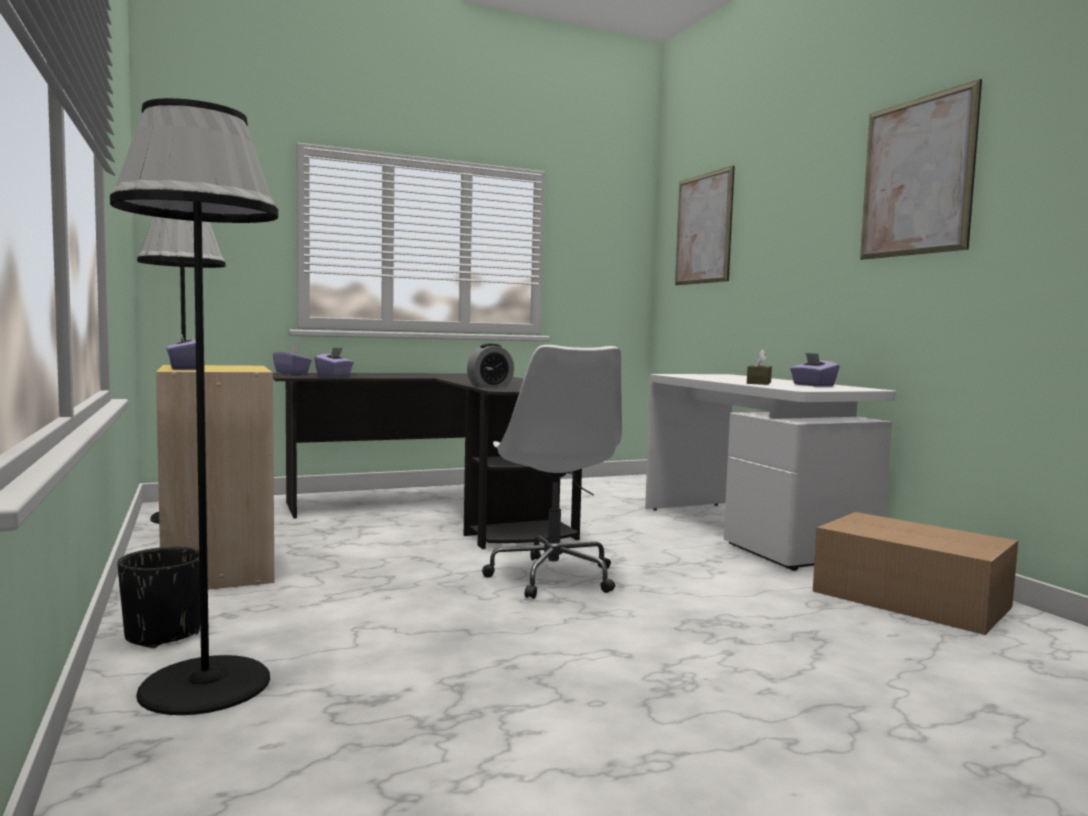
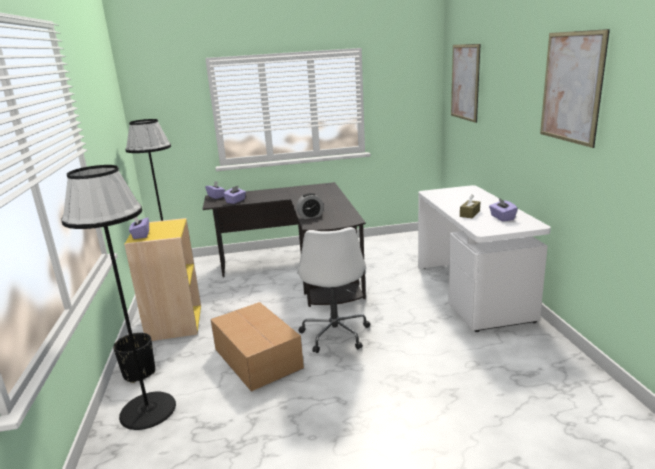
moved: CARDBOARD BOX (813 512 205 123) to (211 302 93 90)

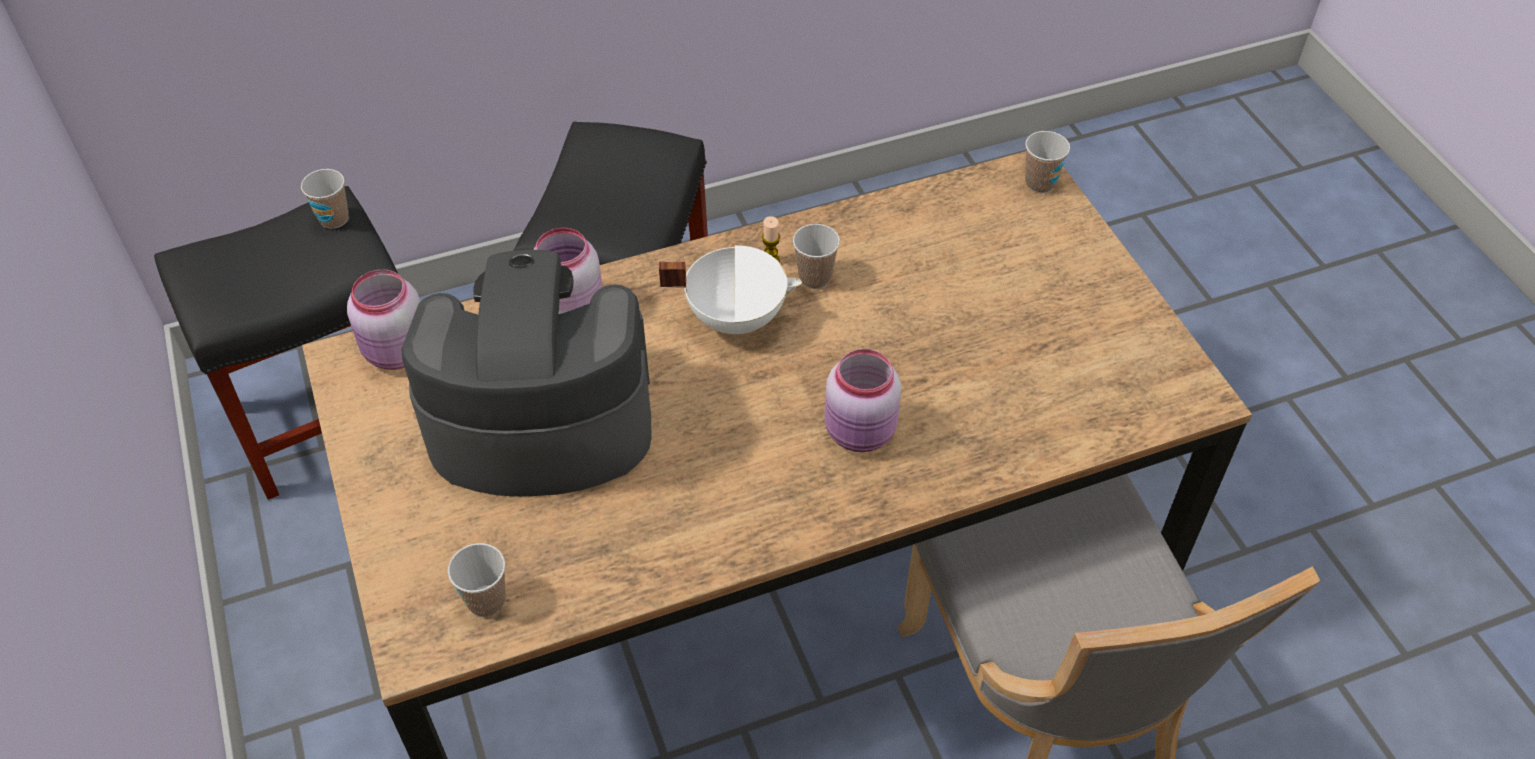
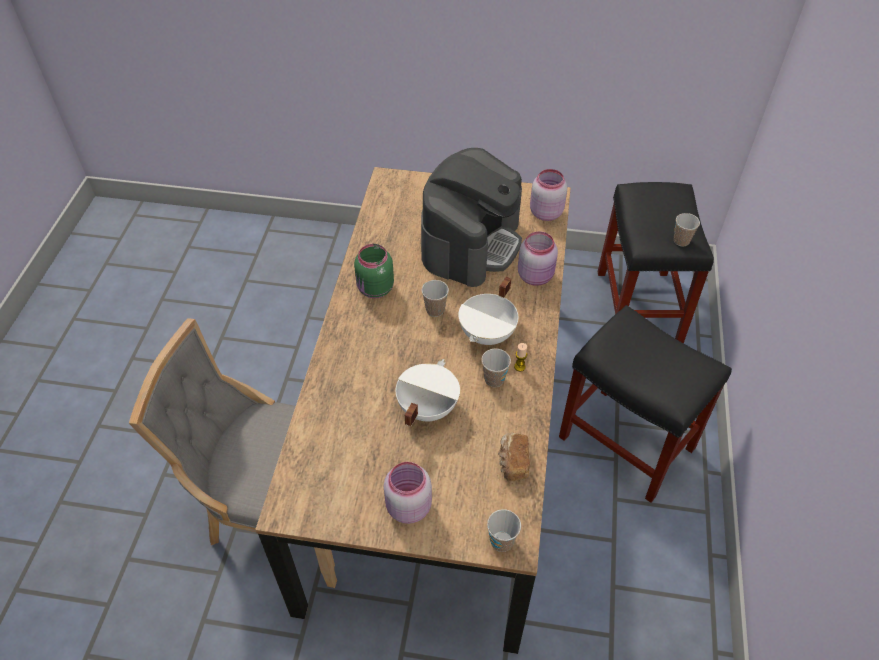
added: GREEN JAR (354 244 40 54); WHITE COOKING POT (396 359 64 68); BREAD (498 432 32 49)
moved: CUP (448 543 58 74) to (422 280 27 37); PINK JAR (824 349 77 103) to (384 462 48 62)

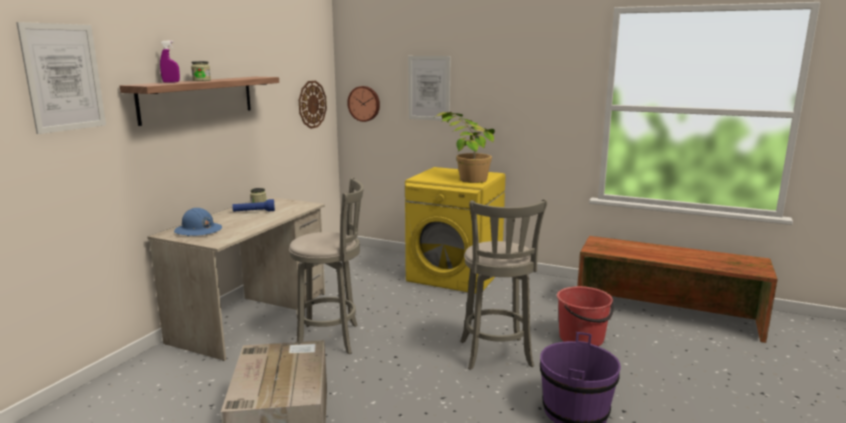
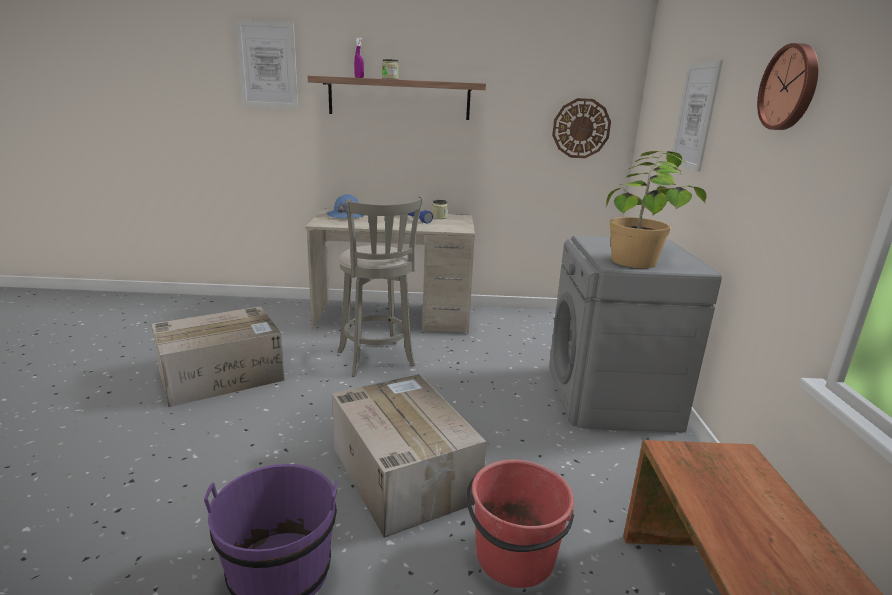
moved: WALL CLOCK (347 86 33 36) to (757 43 62 87)
replaced: GREY STOOL (460 199 87 171) to CARDBOARD BOX (332 374 154 164)
recoloured: YELLOW WASHING MACHINE (405 167 101 127) to GREY WASHING MACHINE (549 236 173 196)

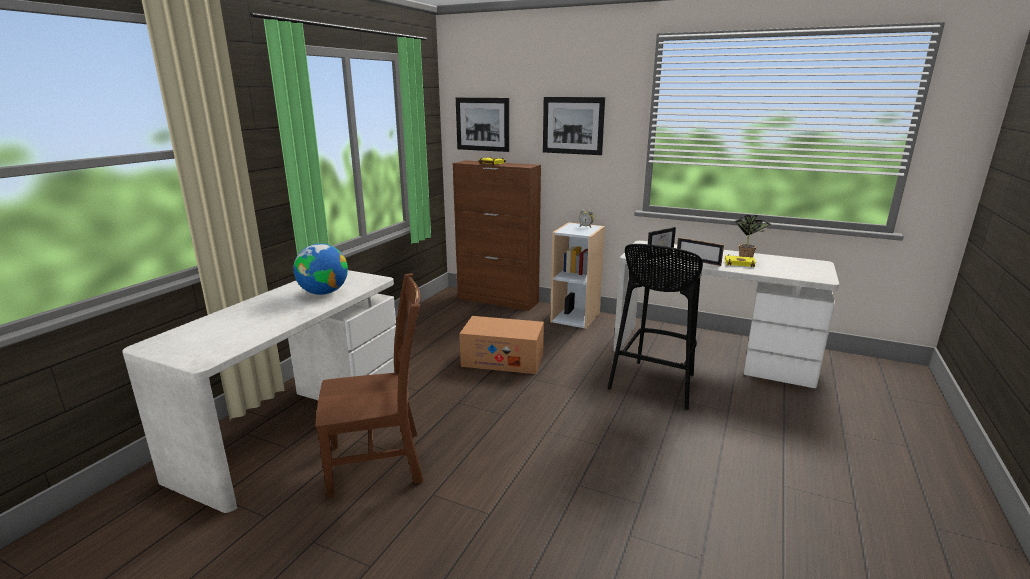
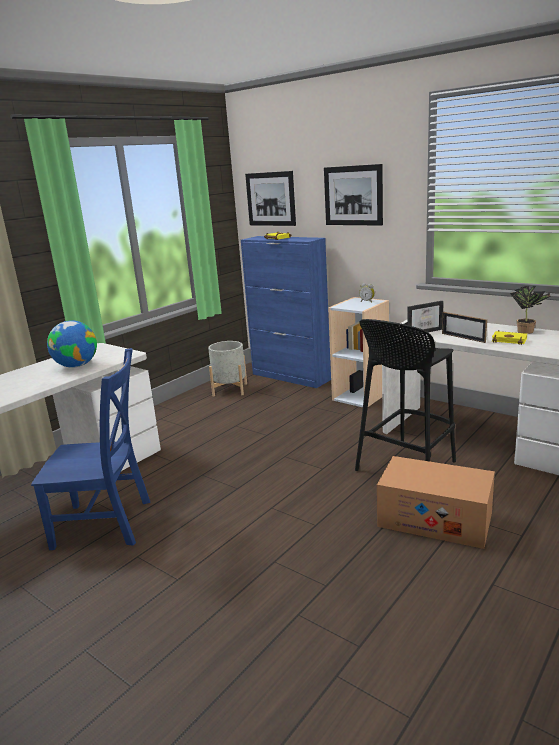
added: GREY PLANTER (208 341 39 56)
moved: CARDBOARD BOX (459 316 85 58) to (377 456 118 93)
recoloured: BROWN CHAIR (315 273 109 225) to BLUE CHAIR (31 348 119 202); BROWN CABINET (453 160 88 151) to BLUE CABINET (241 236 90 152)

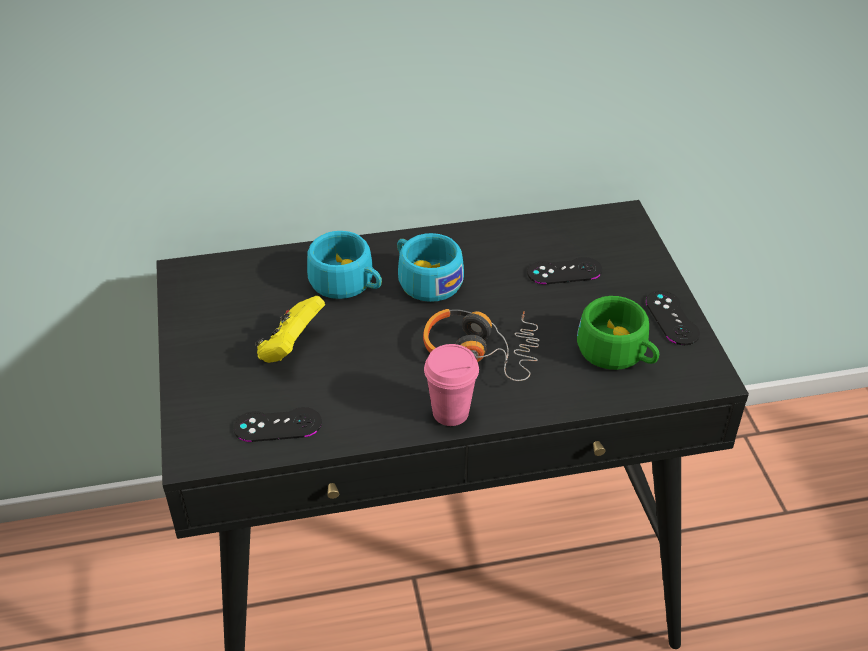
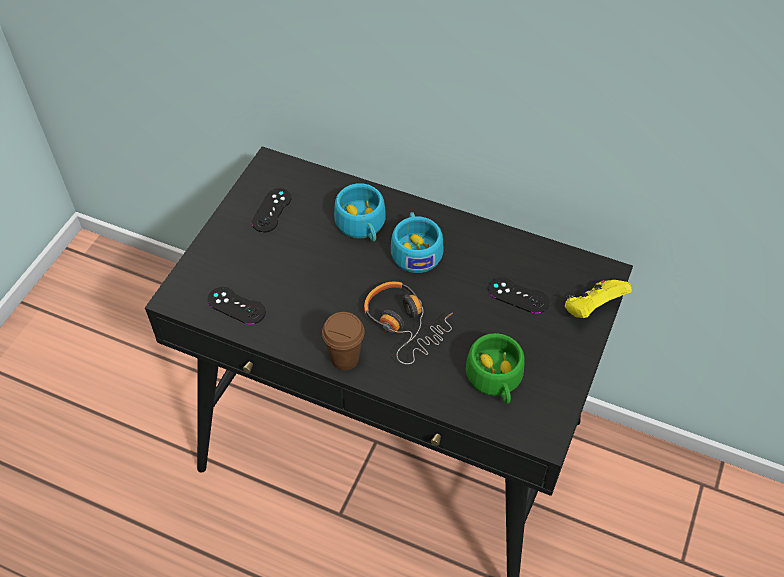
moved: YELLOW GAME CONTROLLER (255 296 70 67) to (565 280 67 38); BLACK GAME CONTROLLER (646 291 54 54) to (252 188 39 44)
recoloured: PINK CUP (424 344 55 82) to BROWN CUP (322 312 43 58)

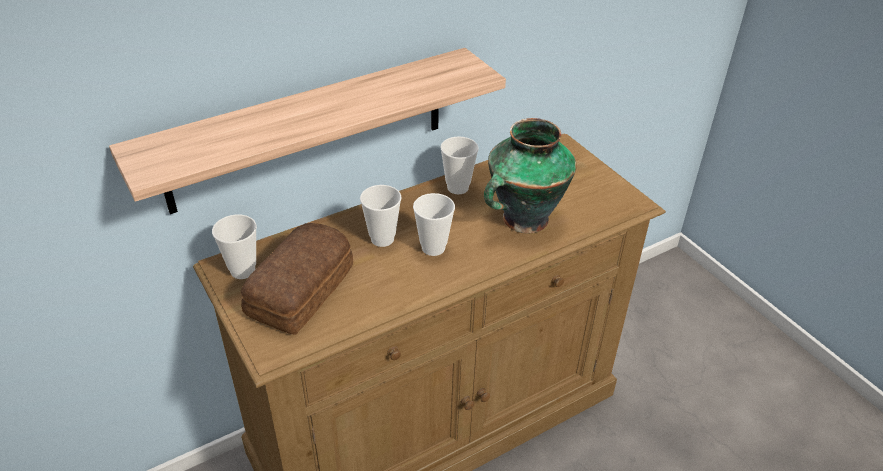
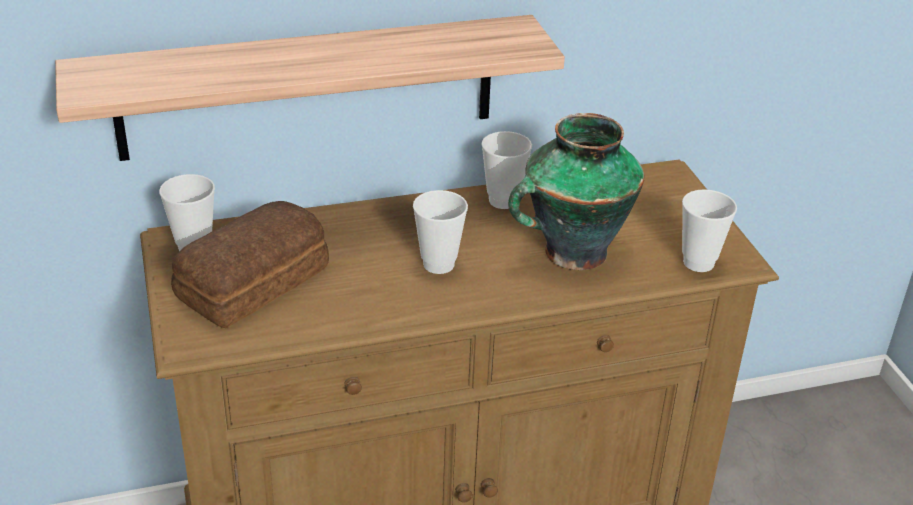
moved: CUP (360 185 42 62) to (682 189 55 83)

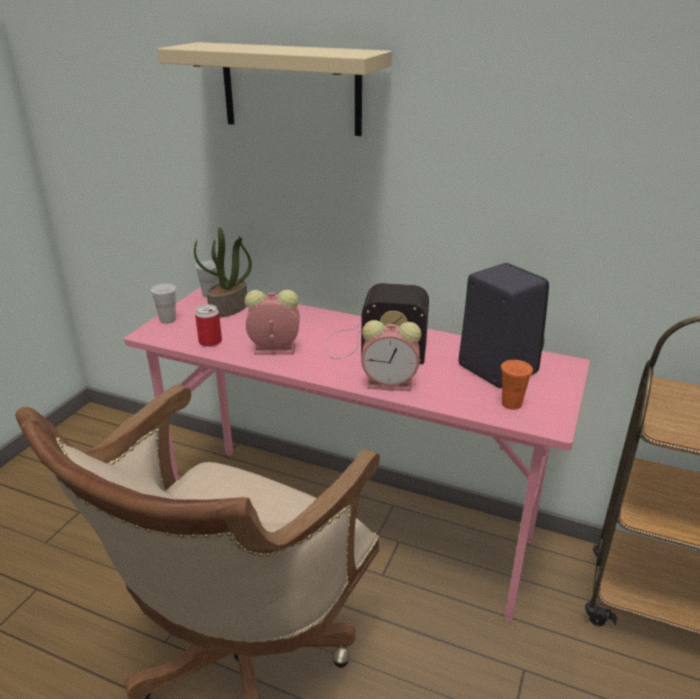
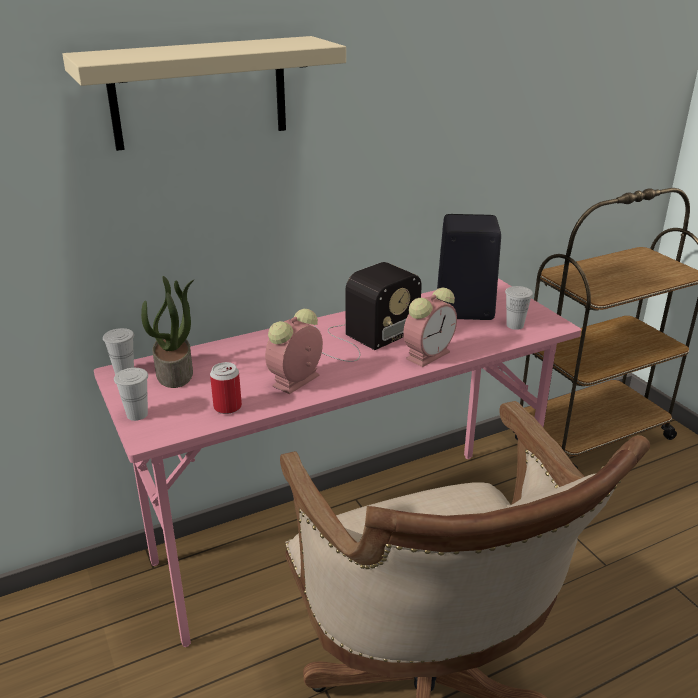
recoloured: ORANGE CUP (501 360 32 50) to WHITE CUP (505 286 28 44)

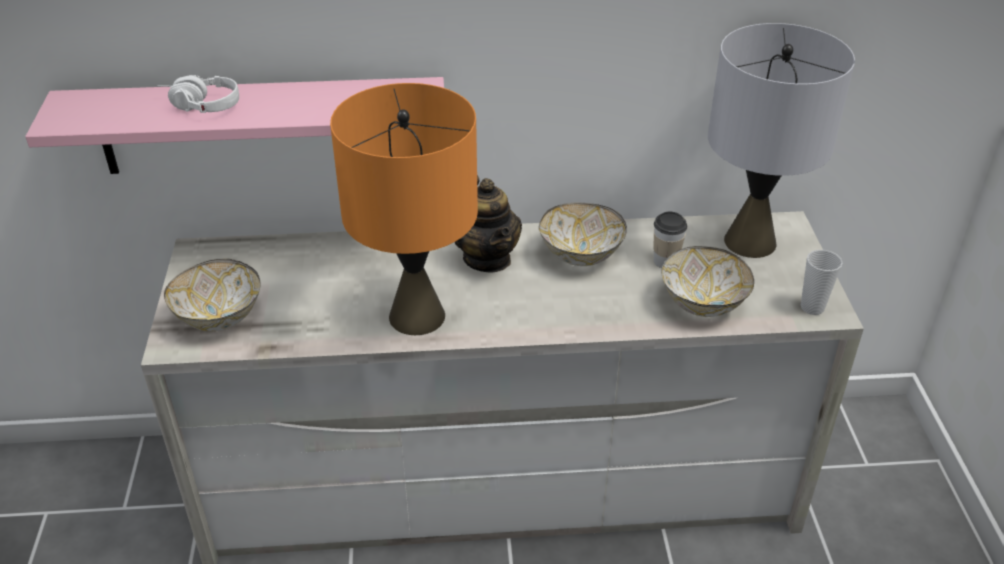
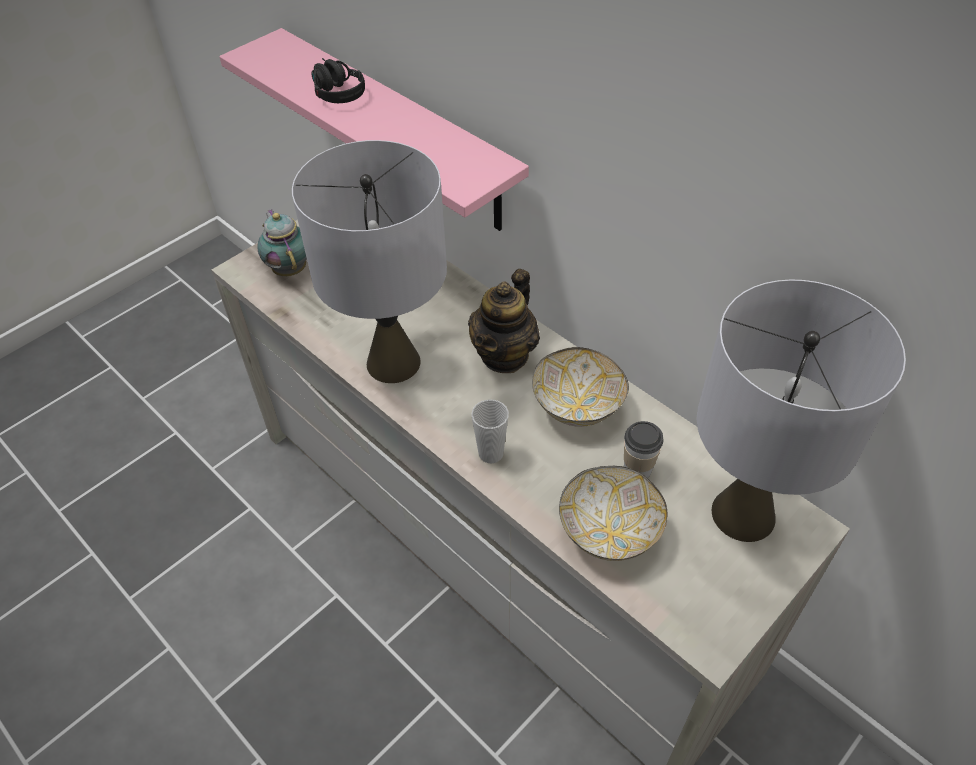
moved: CUP (801 250 42 65) to (471 399 38 64)
replaced: BOWL (164 258 96 73) to TEAPOT (257 209 50 67)
recoloured: WHITE HEADPHONES (158 75 81 38) to BLACK HEADPHONES (312 58 53 45); ORANGE TABLE LAMP (330 83 148 252) to GREY TABLE LAMP (292 140 155 243)

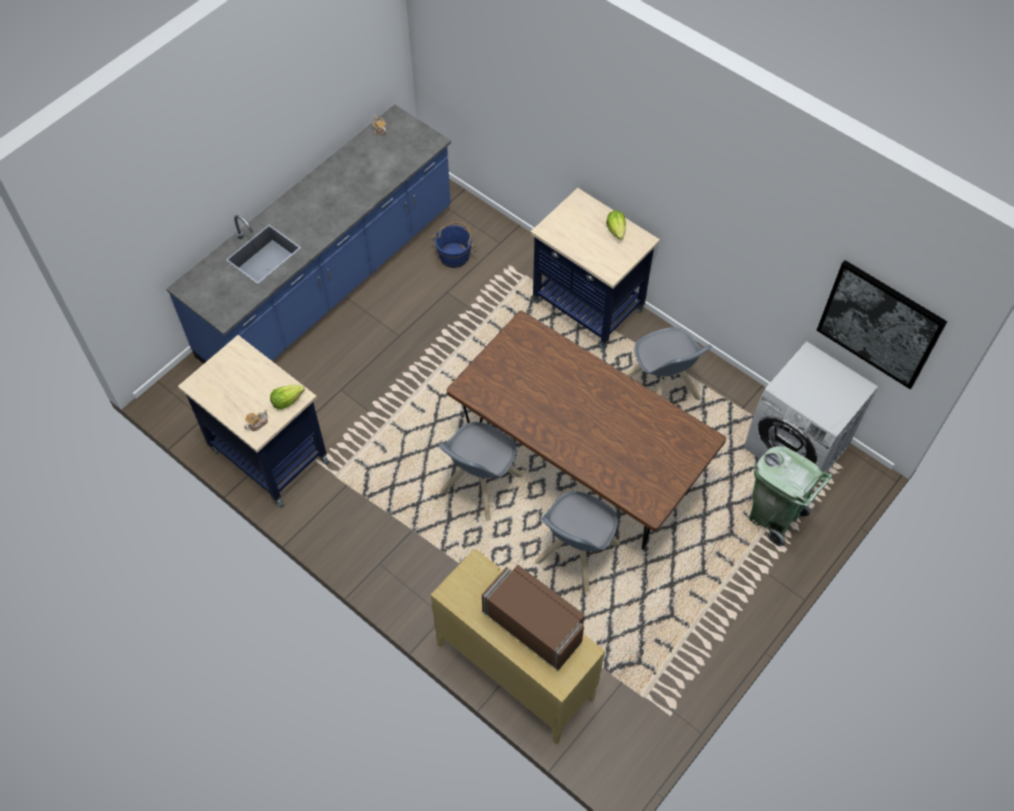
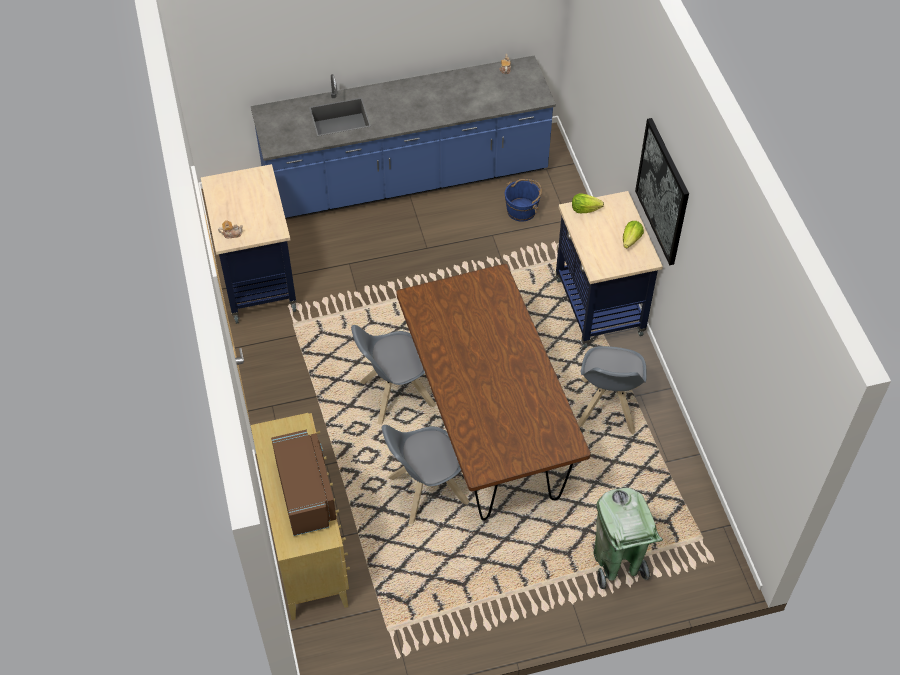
removed: WHITE WASHING MACHINE (744 341 134 146)
moved: LETTUCE (270 385 35 25) to (572 193 32 20); PICTURE (817 260 130 129) to (635 118 54 147)

